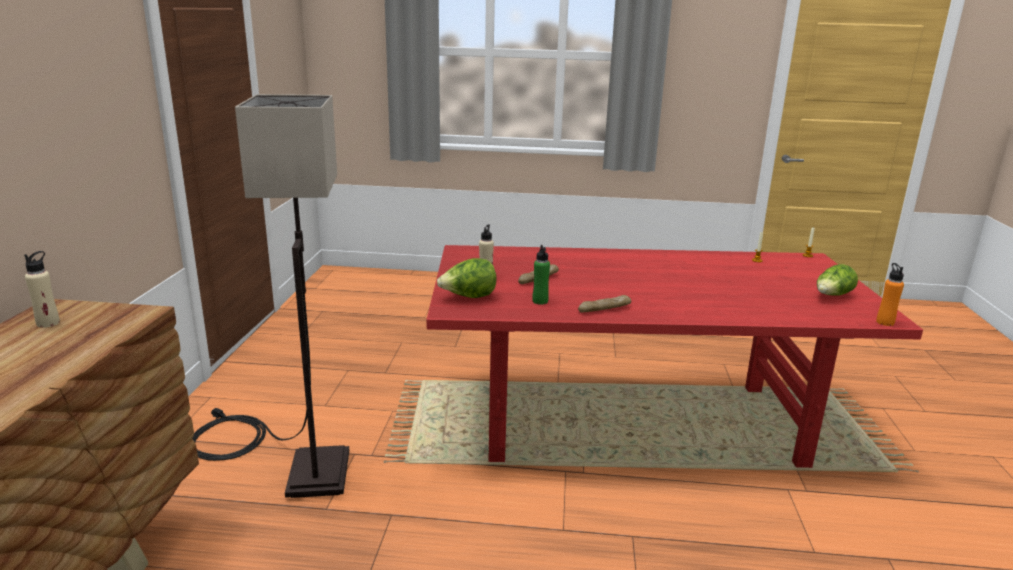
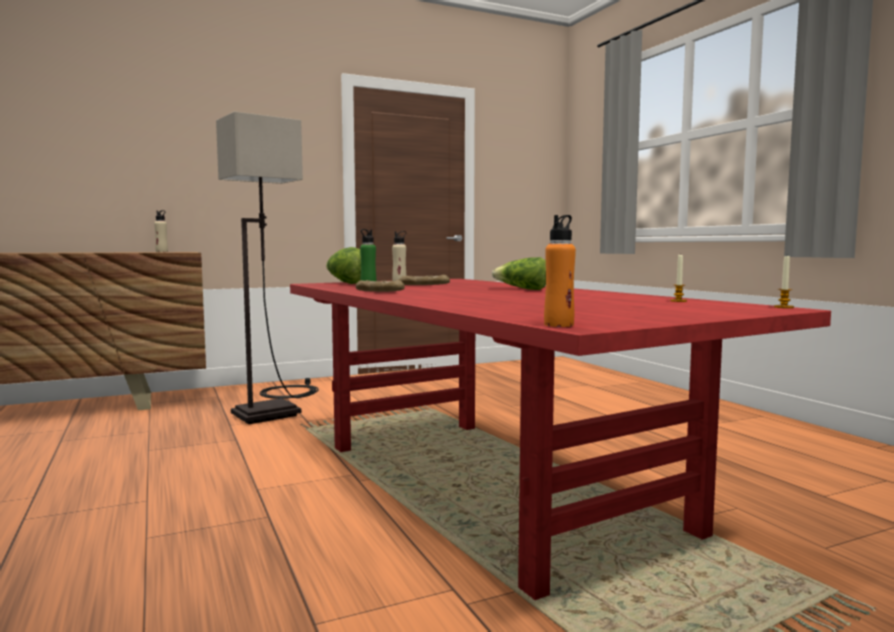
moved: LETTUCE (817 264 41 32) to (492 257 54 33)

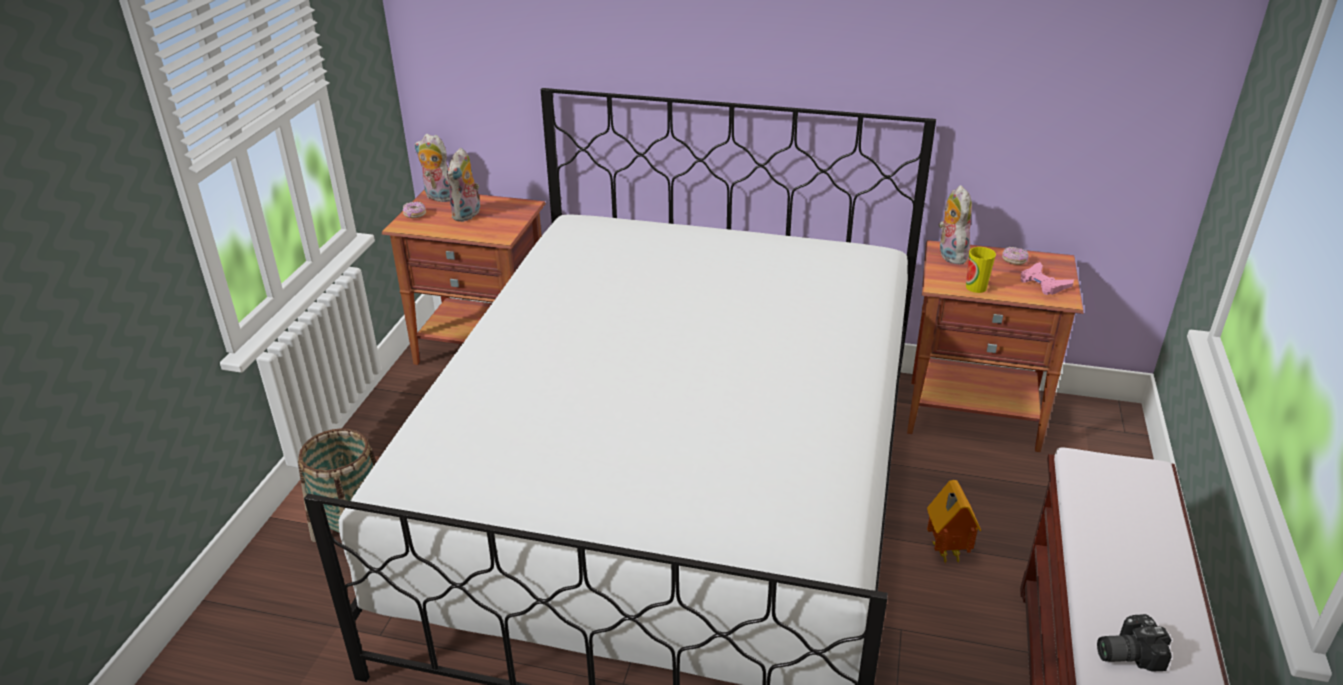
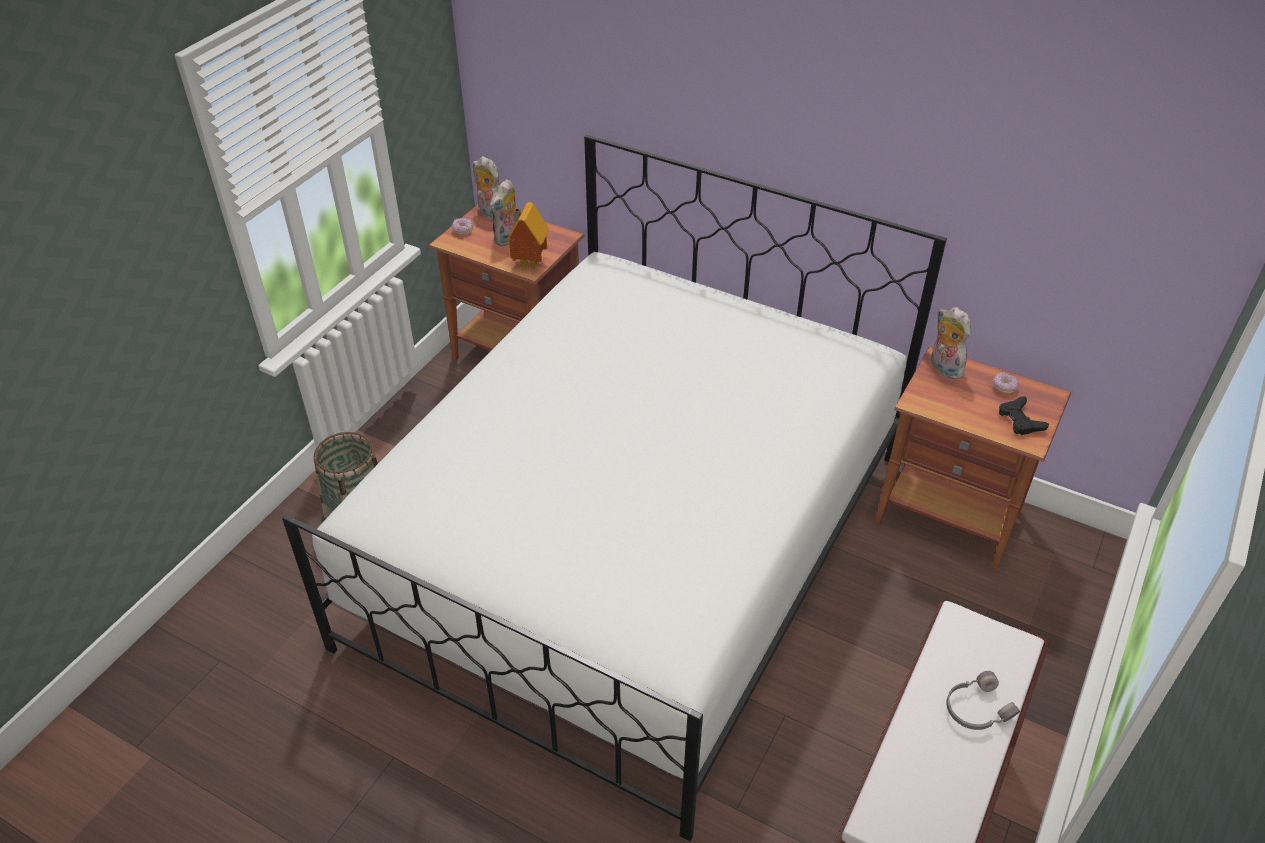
removed: CUP (966 247 30 46); PHOTO CAMERA (1097 614 75 58)
added: GREY HEADPHONES (946 671 74 59)
moved: TOY HOUSE (927 480 54 84) to (506 202 43 72)
recoloured: PINK GAME CONTROLLER (1021 262 53 33) to BLACK GAME CONTROLLER (999 396 50 39)
turned: PLUSH TOY (939 185 33 80) = (930 307 41 72) 45 degrees counterclockwise

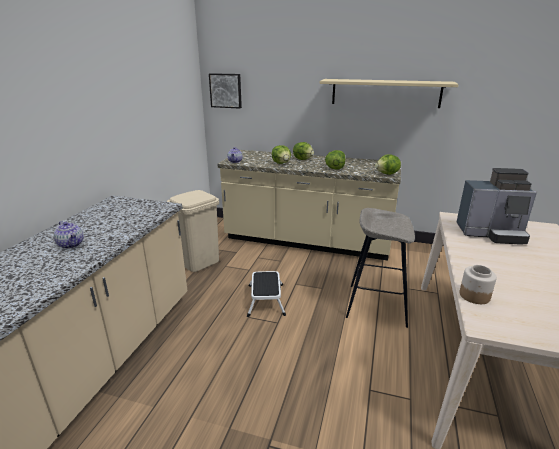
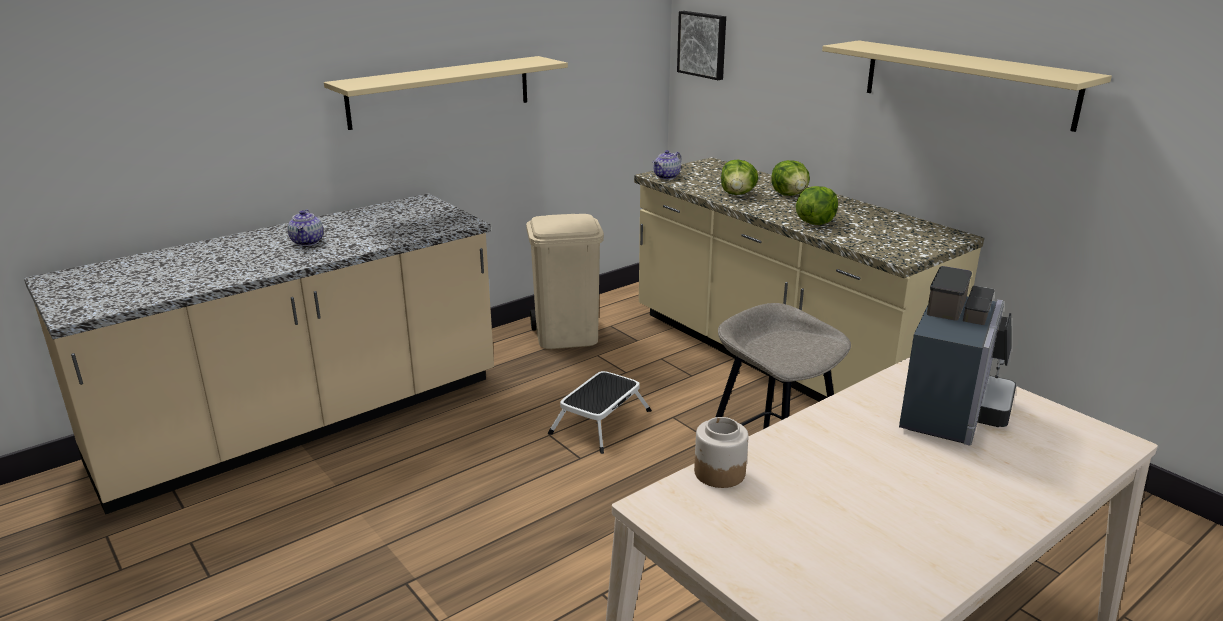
removed: LETTUCE (375 154 26 21)
added: BEIGE SHELF (324 56 244 74)
turned: COFFEE MACHINE (456 168 81 77) = (899 266 117 180) 105 degrees counterclockwise

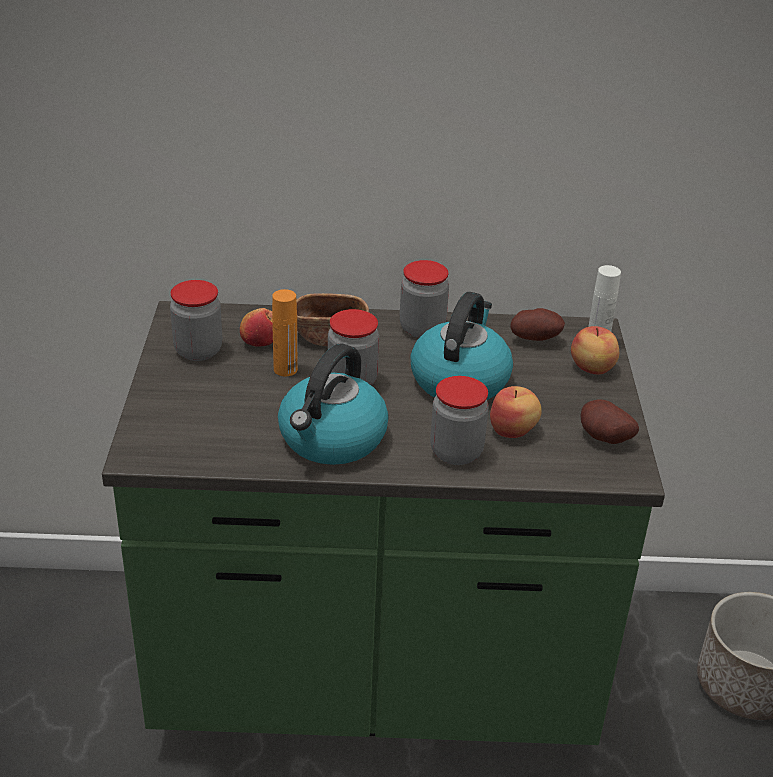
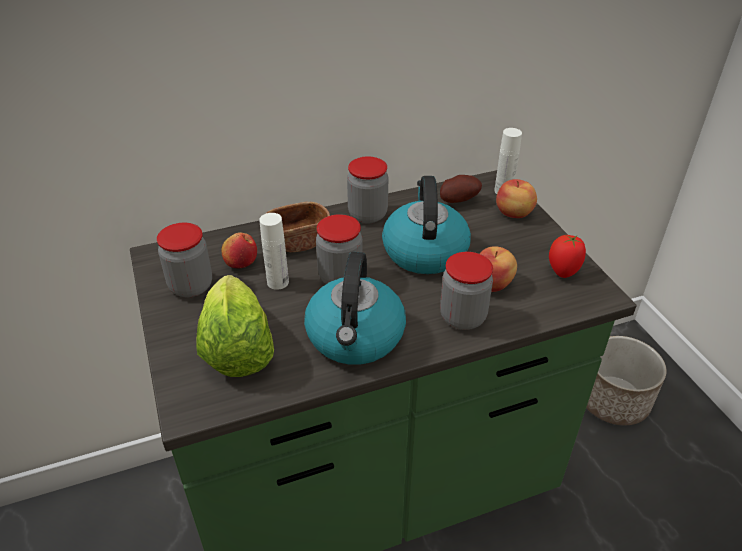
added: LETTUCE (196 275 78 102)
replaced: POTATO (581 400 58 44) to TOMATO (549 235 37 43)
recoloured: ORANGE BOTTLE (272 289 26 87) to WHITE BOTTLE (259 213 30 77)

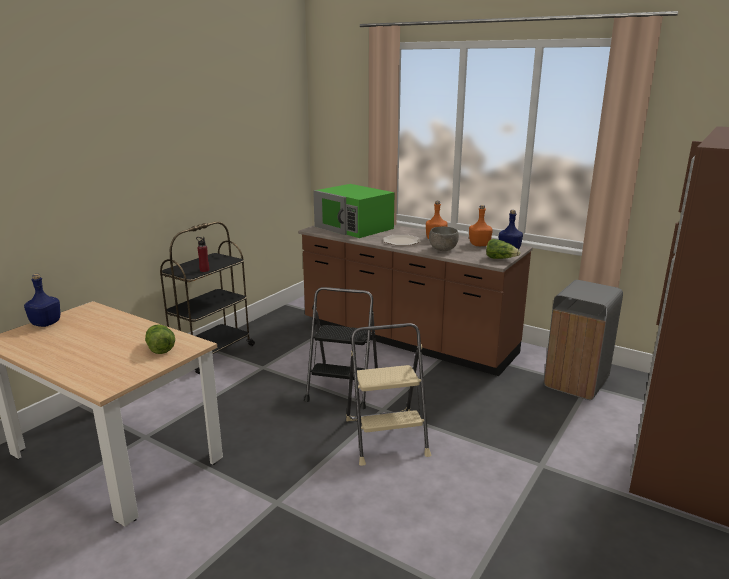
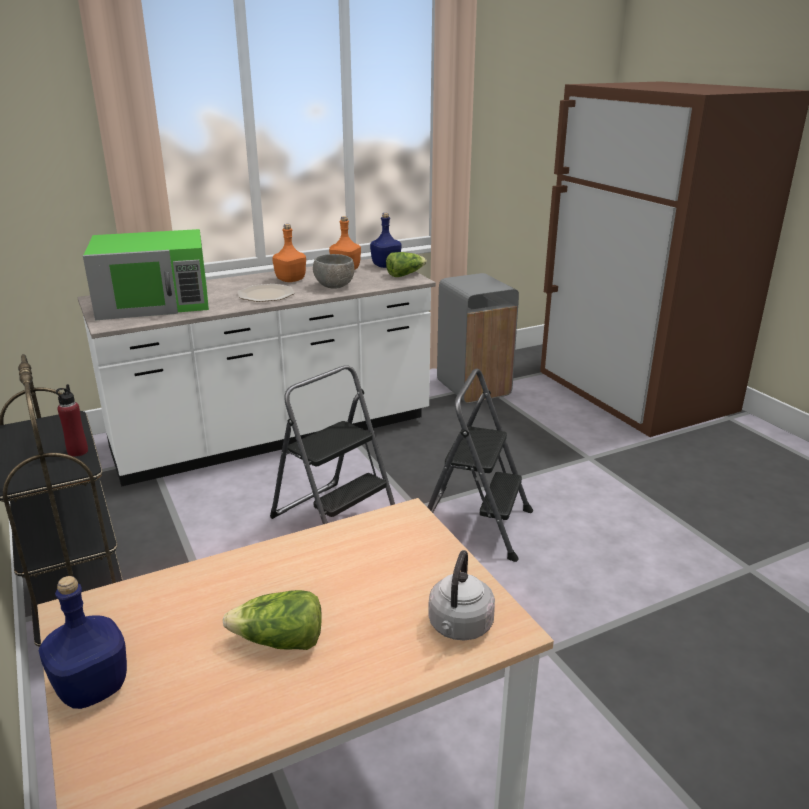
added: GREY KETTLE (428 550 67 91)
moved: LETTUCE (145 325 30 29) to (222 590 100 60)
recoloured: BROWN COUNTER (298 225 235 151) to WHITE COUNTER (78 259 358 228); BEIGE STEP LADDER (346 323 86 143) to BLACK STEP LADDER (427 369 106 193)

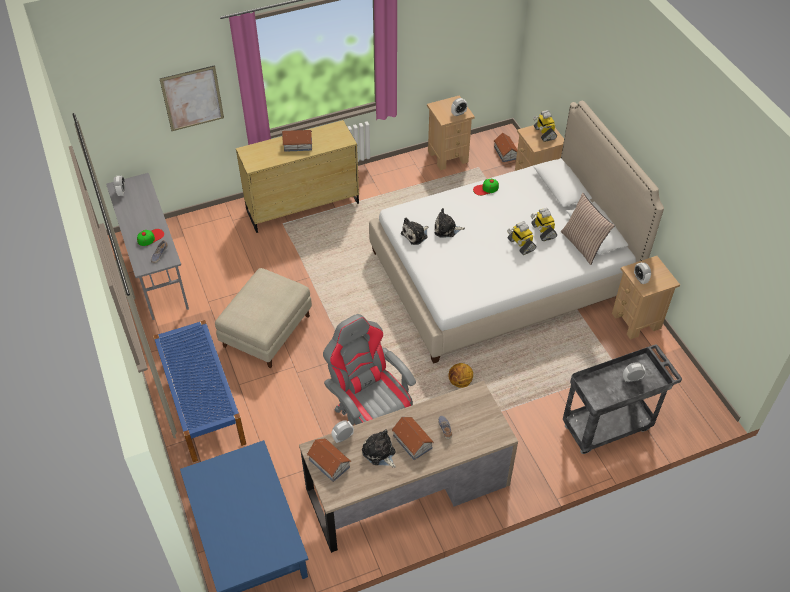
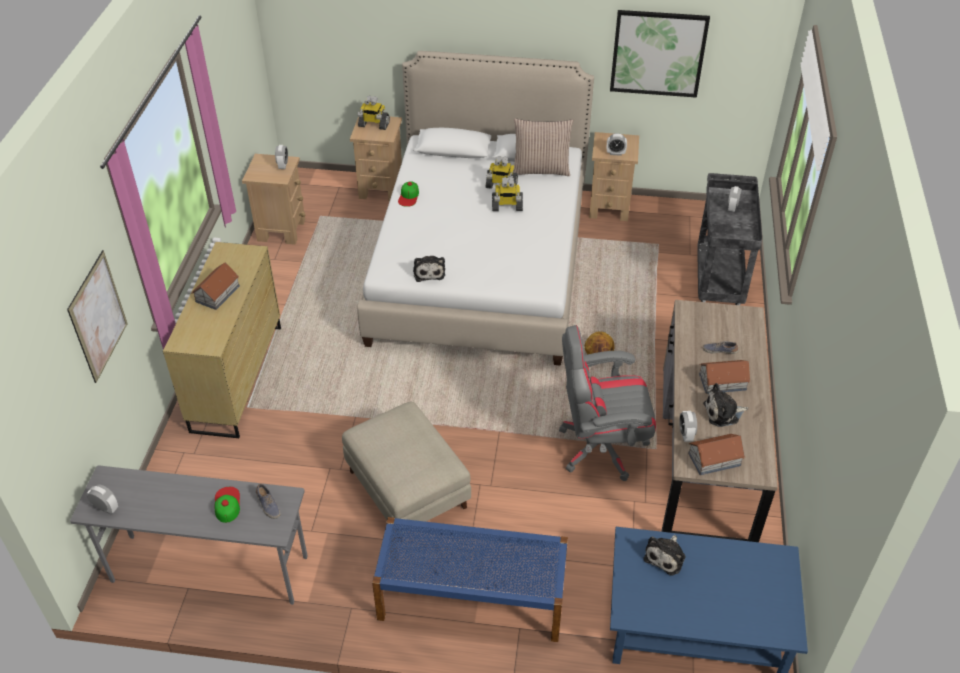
removed: TOY HOUSE (494 132 23 30)
added: PICTURE (610 10 100 88)
moved: PLUSH TOY (435 208 30 30) to (643 535 43 40)

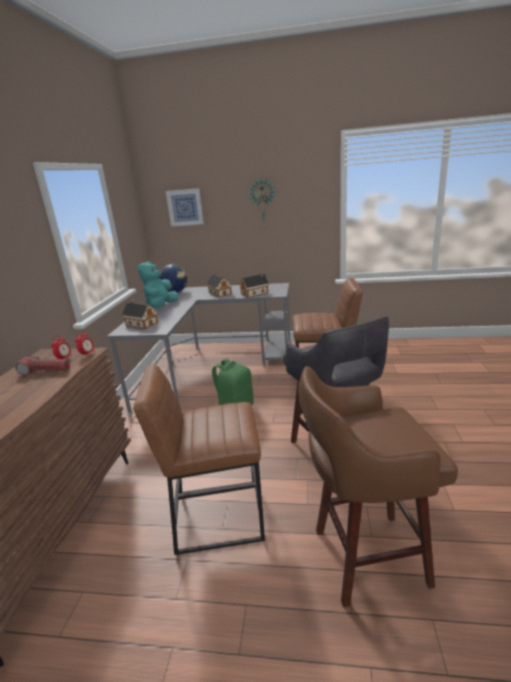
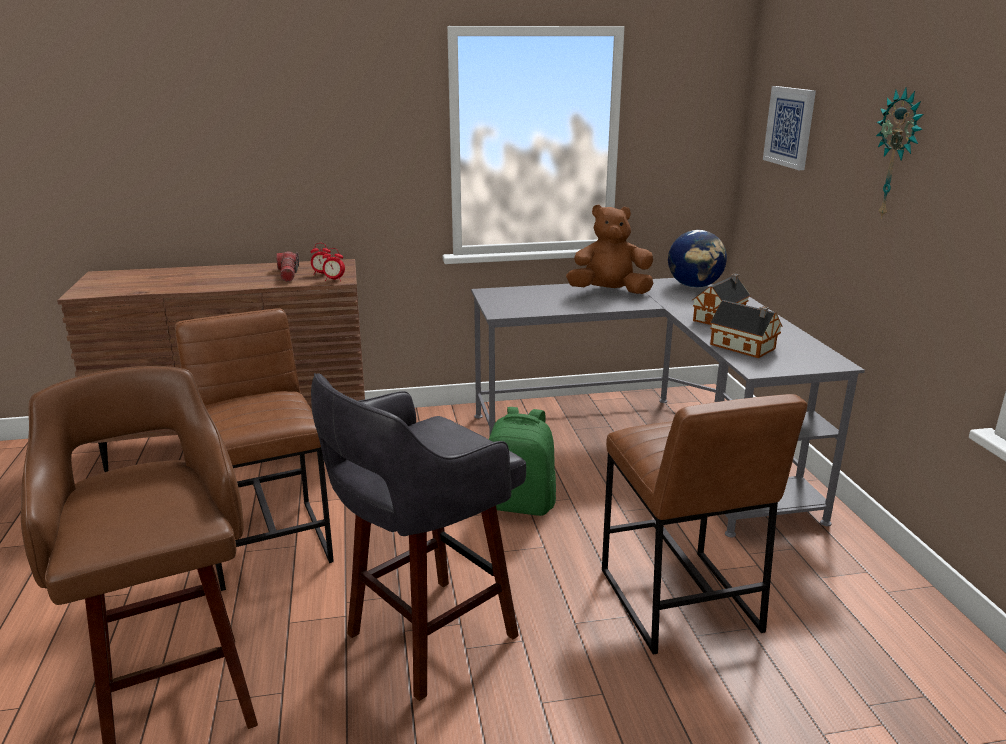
removed: TOY HOUSE (122 300 36 29)
recoloured: TURQUOISE PLUSH TOY (137 261 41 48) to BROWN PLUSH TOY (566 204 87 90)

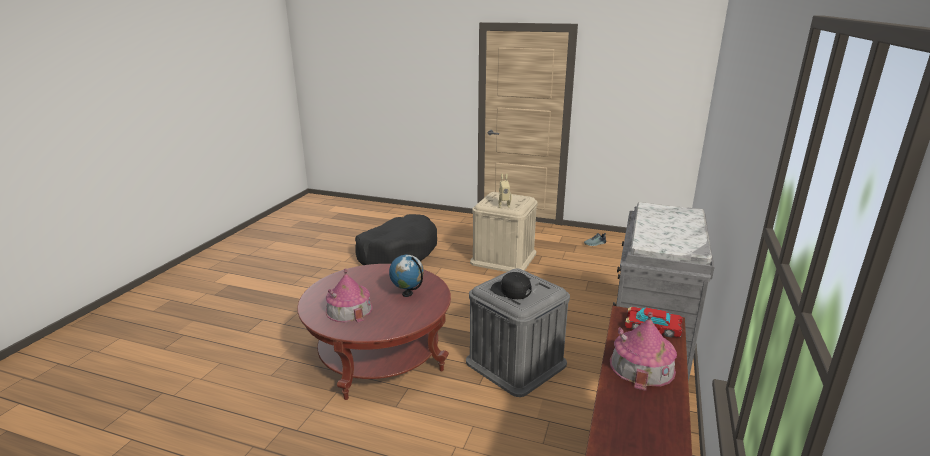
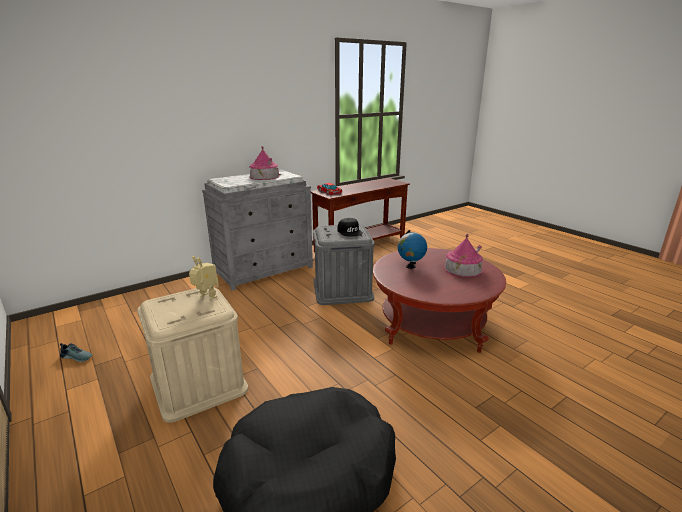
moved: TOY HOUSE (610 312 67 79) to (249 146 32 34)

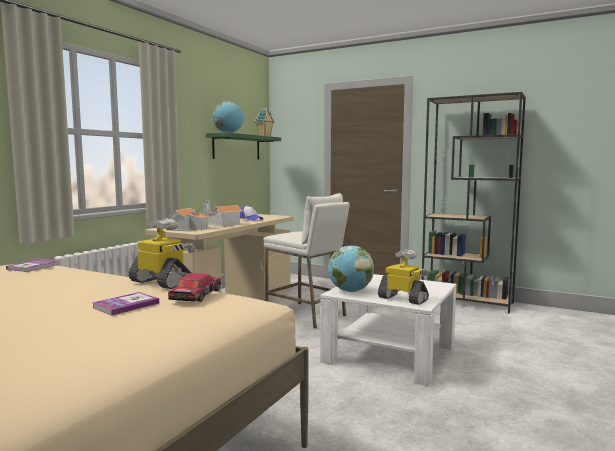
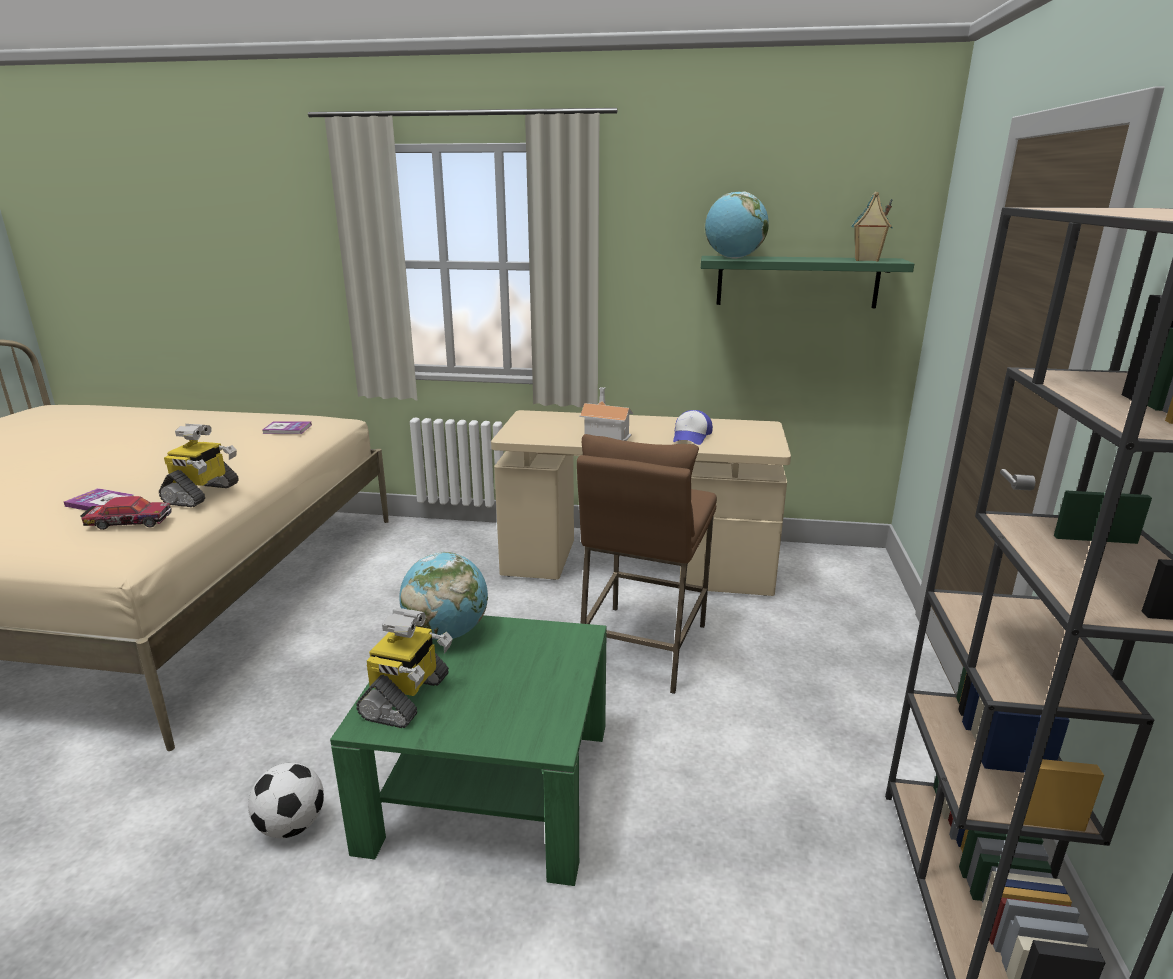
removed: TOY HOUSE (169 203 43 28)
added: FOOTBALL (248 762 76 76)
recoloured: WHITE STOOL (263 193 87 135) to BROWN STOOL (577 434 140 260); WHITE COFFEE TABLE (320 274 136 112) to GREEN COFFEE TABLE (330 615 277 271)

